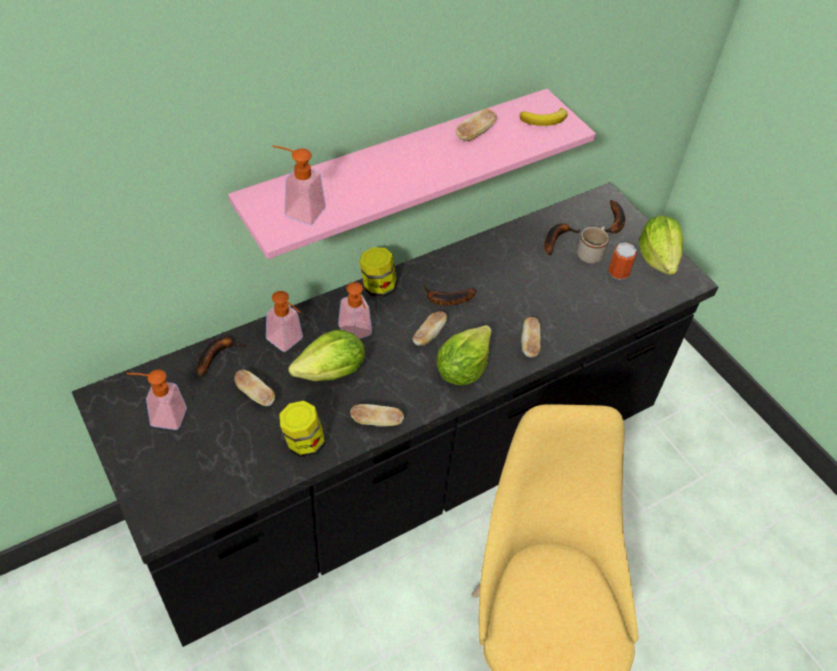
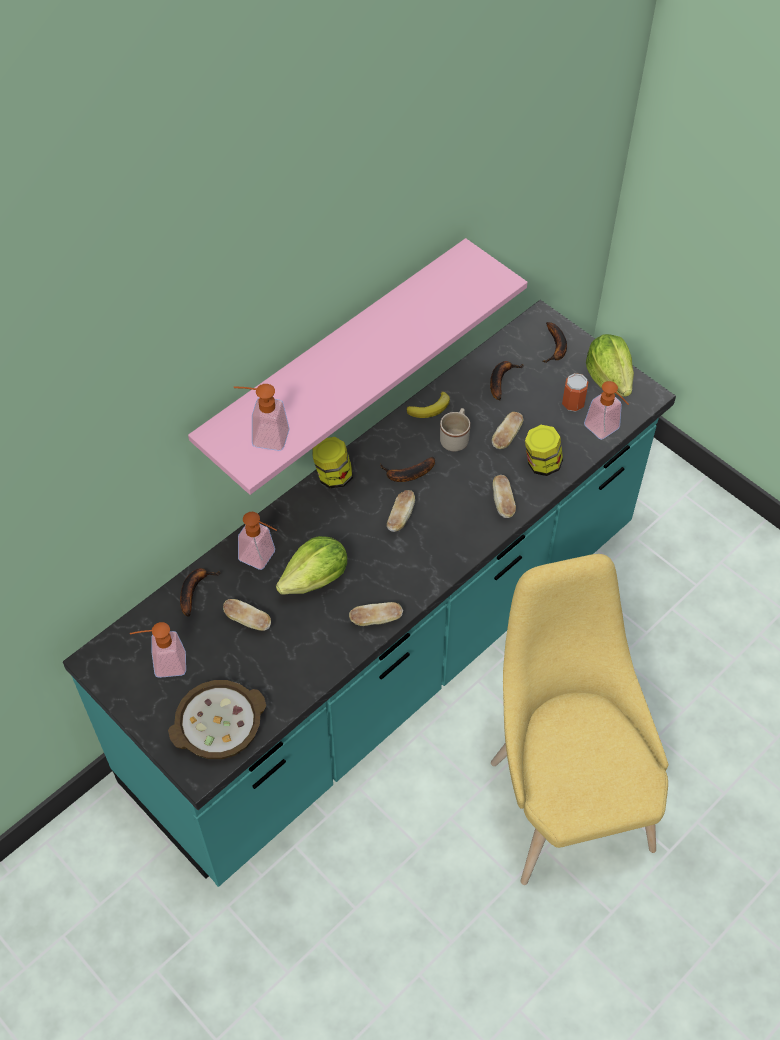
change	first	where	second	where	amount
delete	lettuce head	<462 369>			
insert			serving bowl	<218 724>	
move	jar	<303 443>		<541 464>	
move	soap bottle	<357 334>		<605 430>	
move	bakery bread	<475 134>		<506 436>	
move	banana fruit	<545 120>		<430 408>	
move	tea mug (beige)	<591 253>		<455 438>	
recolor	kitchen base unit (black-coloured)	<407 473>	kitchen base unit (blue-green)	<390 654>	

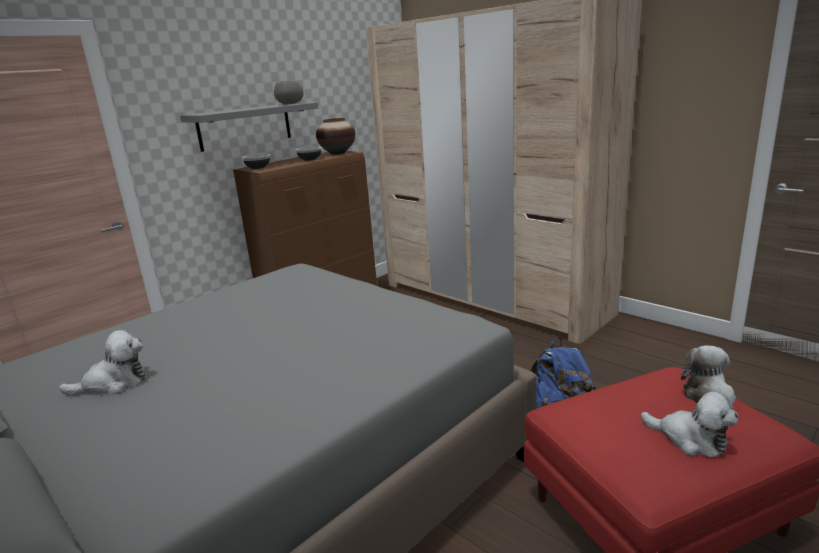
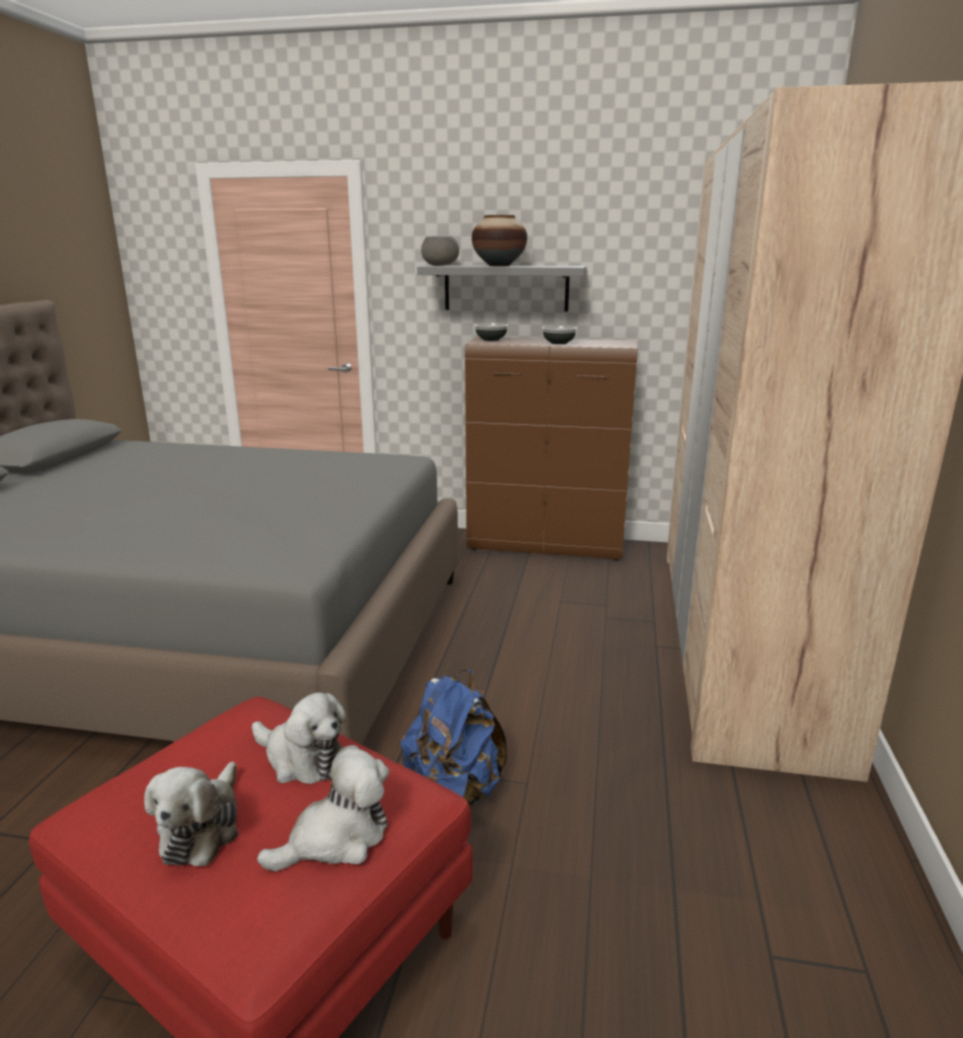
change	first	where	second	where	amount
move	plush toy	<114 383>		<302 758>	
move	serving bowl (greyish)	<289 104>		<439 265>	
move	flower vase	<338 153>		<499 266>	

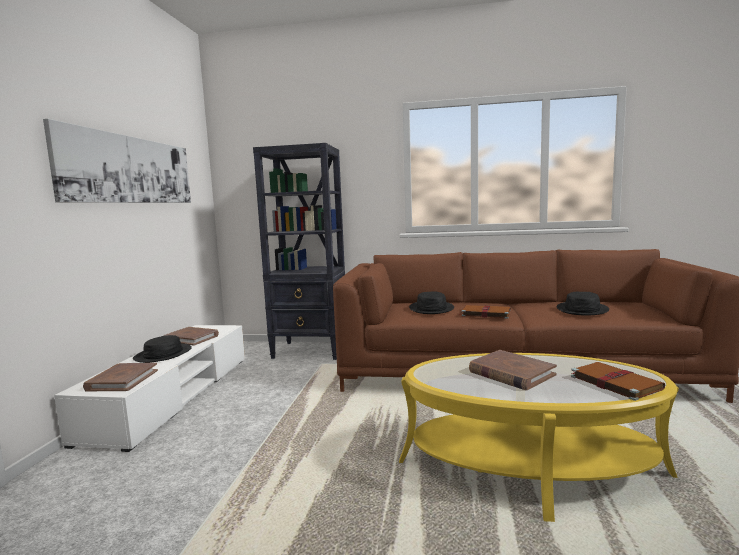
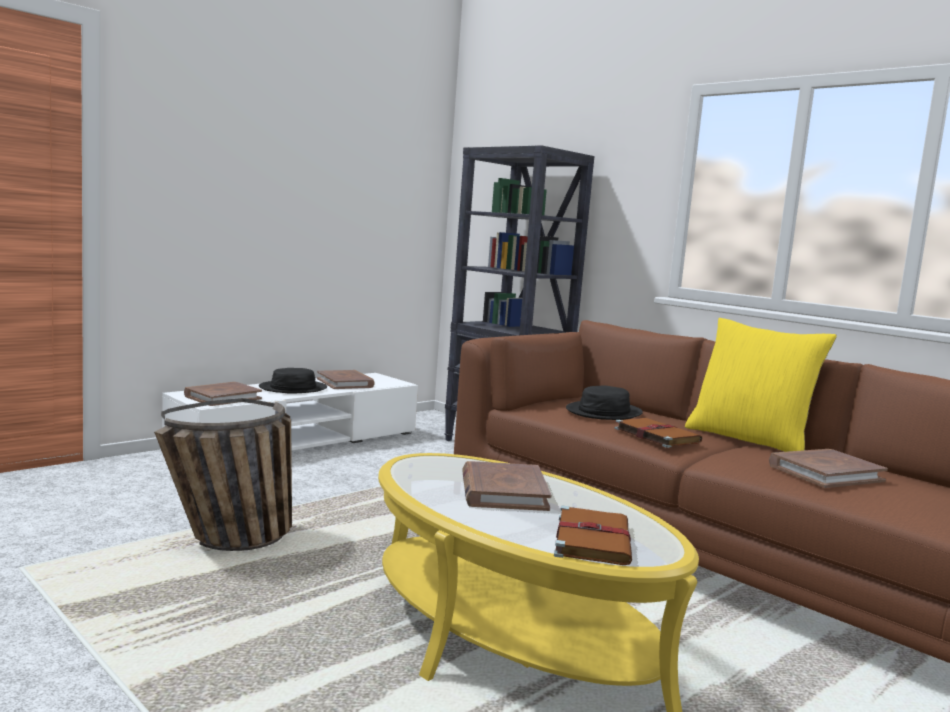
change	first	where	second	where	amount
delete	picture	<131 170>			
insert			storage basket	<230 543>	
insert			throw pillow (yellow)	<749 439>	
replace	clothing hat (black-coloured)	<582 309>	volume (brown)	<825 473>	

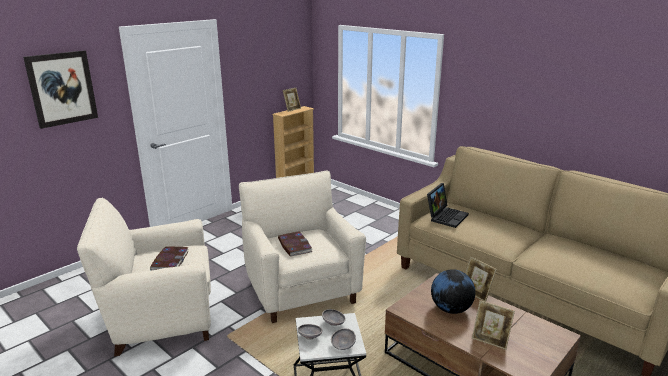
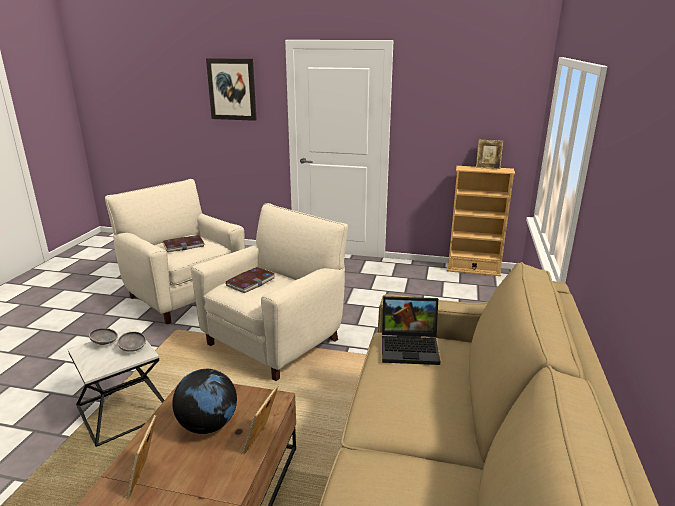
change	first	where	second	where	amount
delete	serving bowl (greyish)	<343 346>			

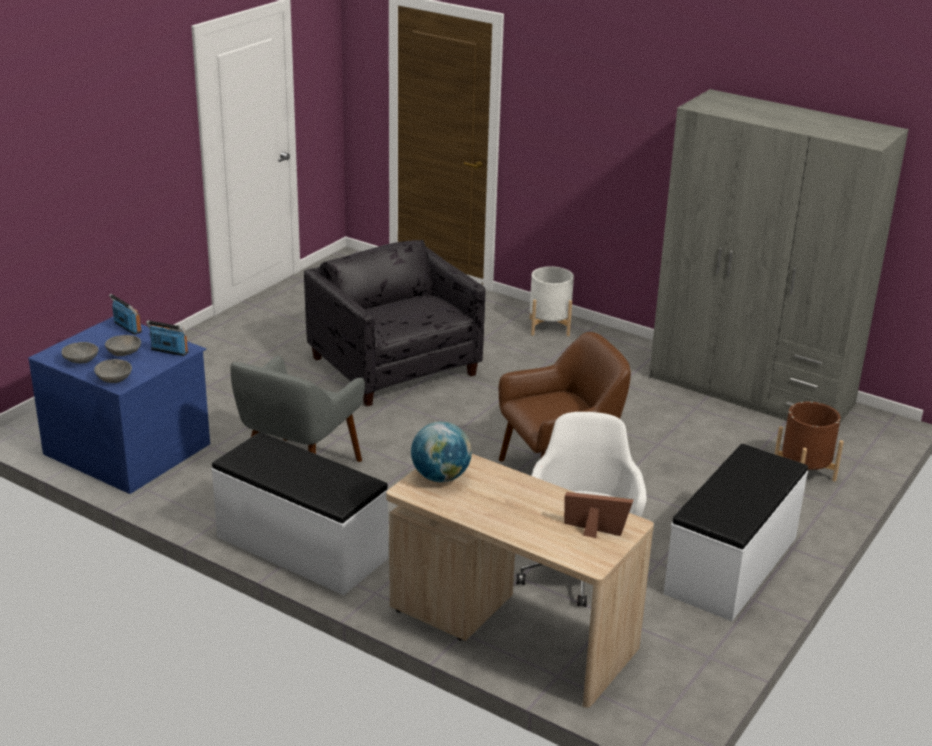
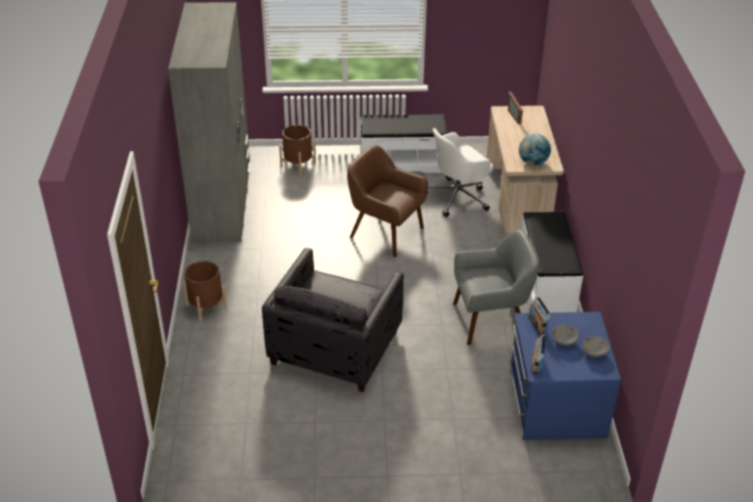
change	first	where	second	where	amount
delete	serving bowl (greyish)	<113 379>			
recolor	planter (white)	<549 327>	planter (brown)	<206 307>	

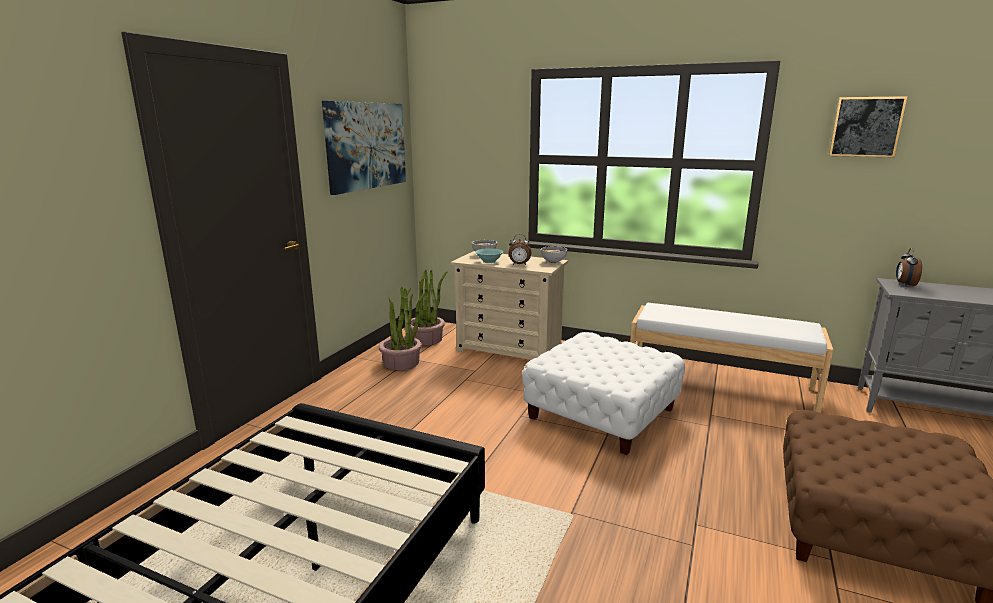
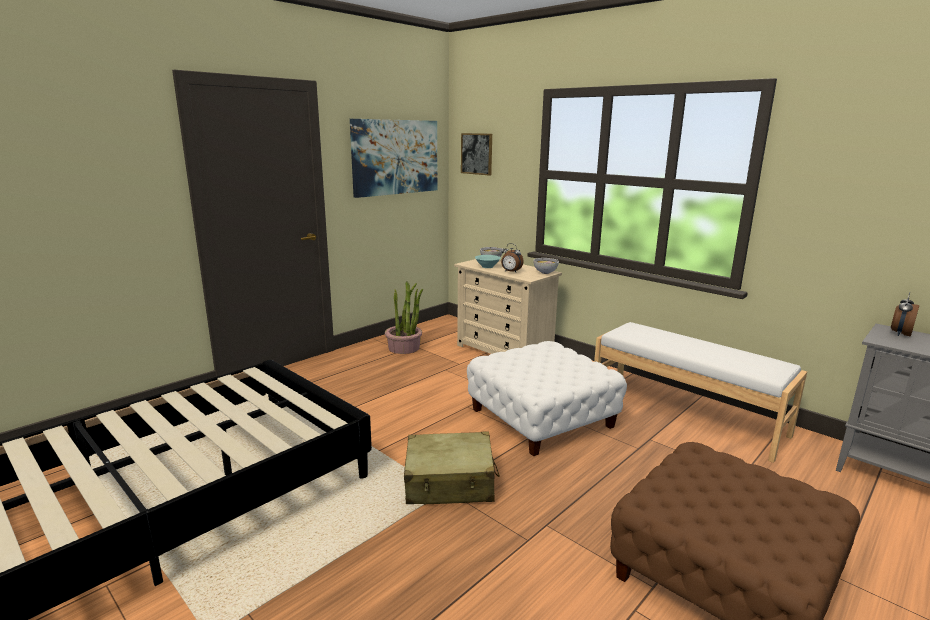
change	first	where	second	where	amount
delete	plant in a pot	<426 339>			
insert			piece of luggage (beige)	<450 482>	
move	picture	<866 127>		<477 154>	

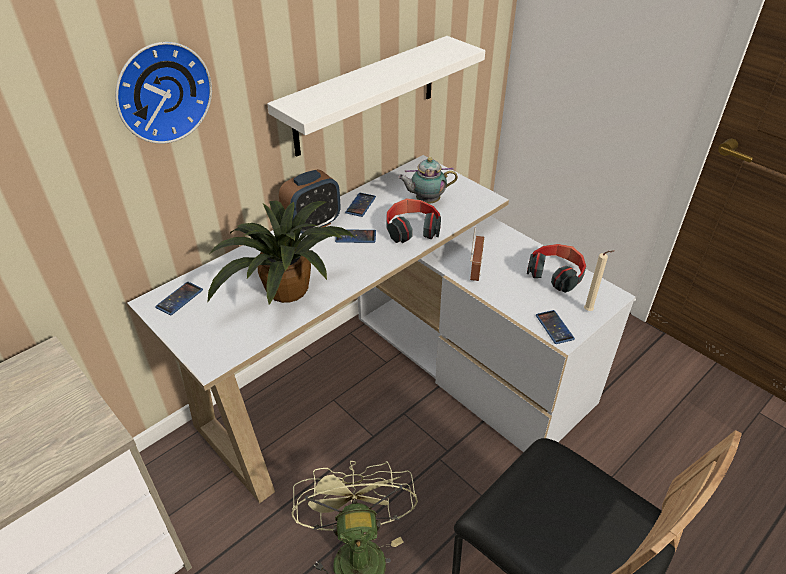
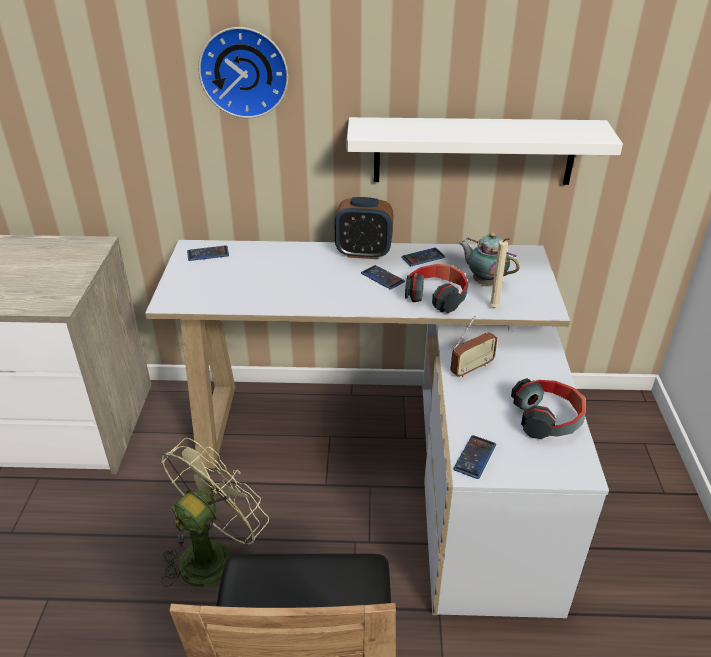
change	first	where	second	where	amount
delete	plant in a pot	<285 292>			
move	wax candle (beige)	<589 311>		<495 309>	

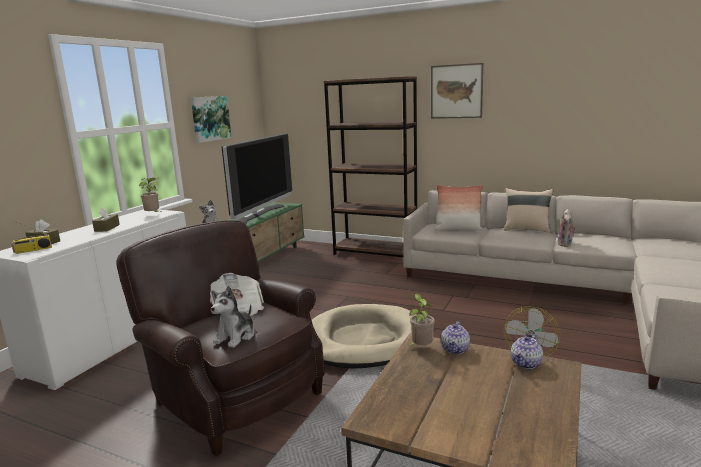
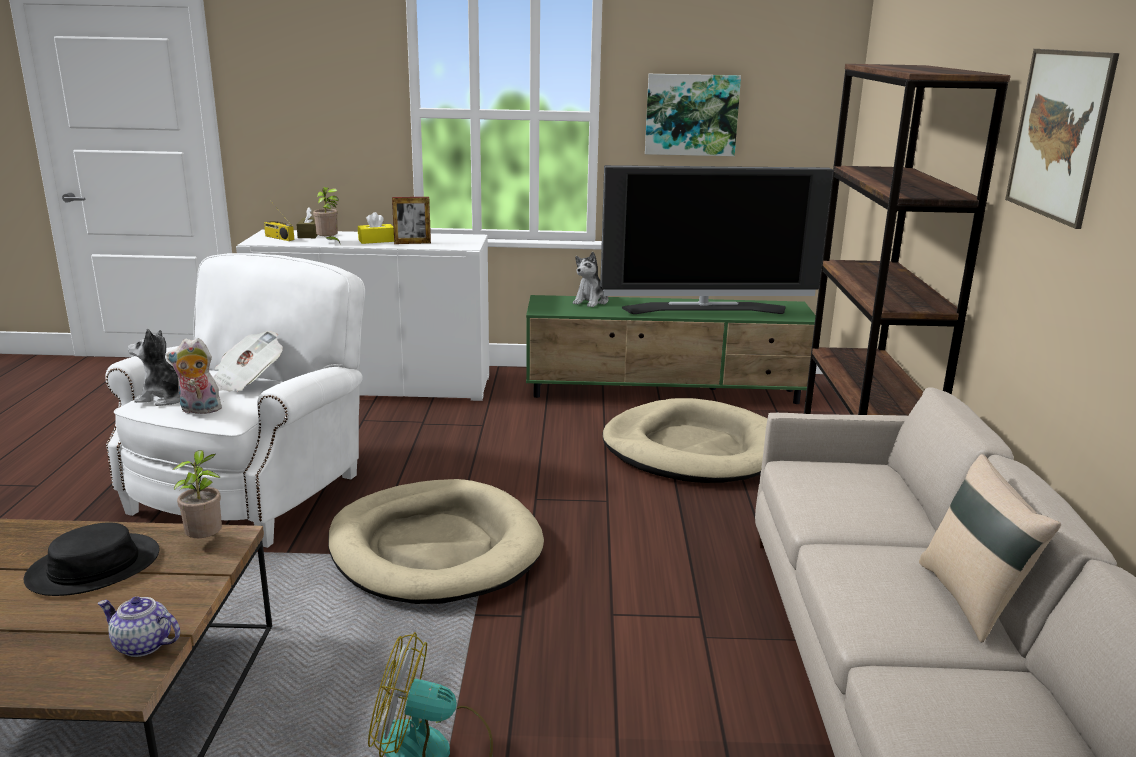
change	first	where	second	where	amount
delete	throw pillow	<458 229>			
delete	teapot	<455 349>			
insert			clothing hat (black-coloured)	<94 566>	
insert			standing frame	<412 243>	
insert			pet bed (beige)	<693 449>	
move	plant in a pot	<153 214>		<329 242>	
move	plush toy	<565 244>		<199 410>	
recolor	box of tissues (brown)	<107 228>	box of tissues (yellow)	<376 240>	
recolor	armchair (brown)	<233 395>	armchair (white)	<254 489>	

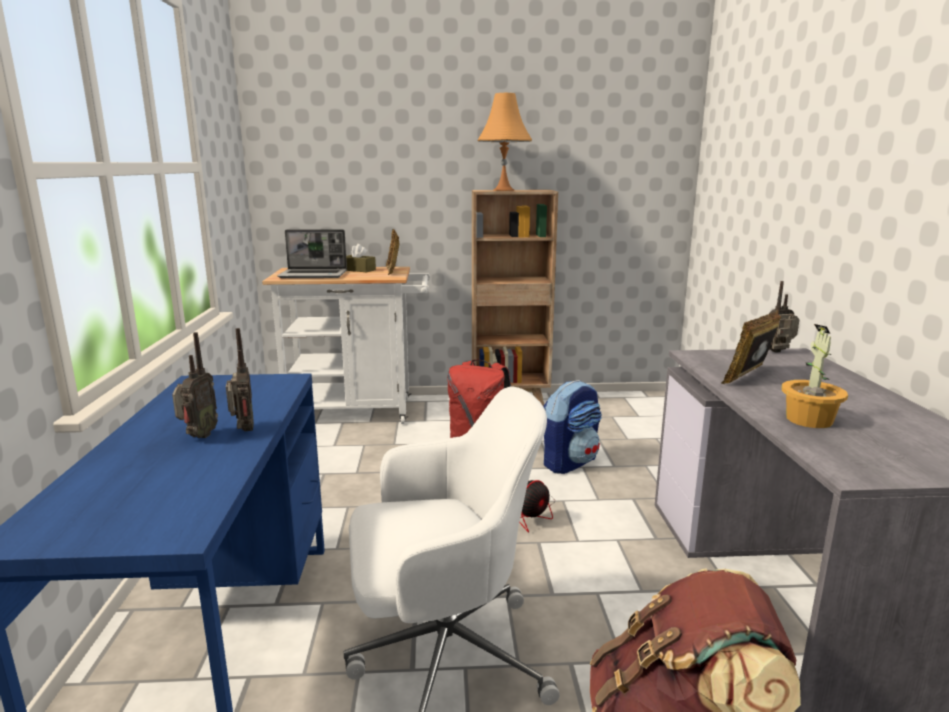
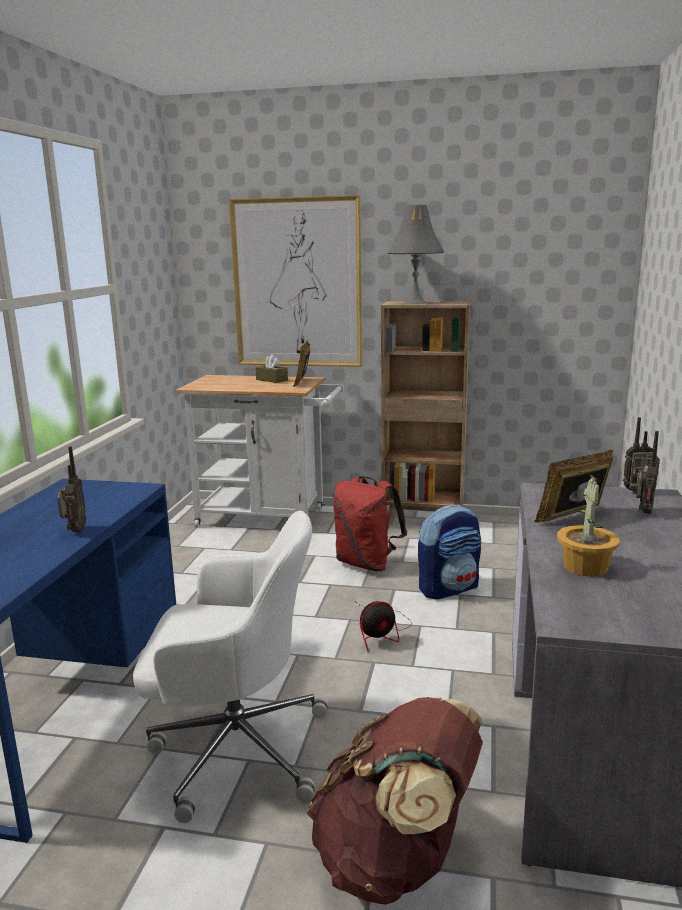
change	first	where	second	where	amount
delete	notebook computer	<314 275>			
insert			picture	<297 283>	
move	radio	<198 436>		<643 512>	
recolor	tabletop lamp (orange-coloured)	<503 190>	tabletop lamp (greyish)	<415 302>	

